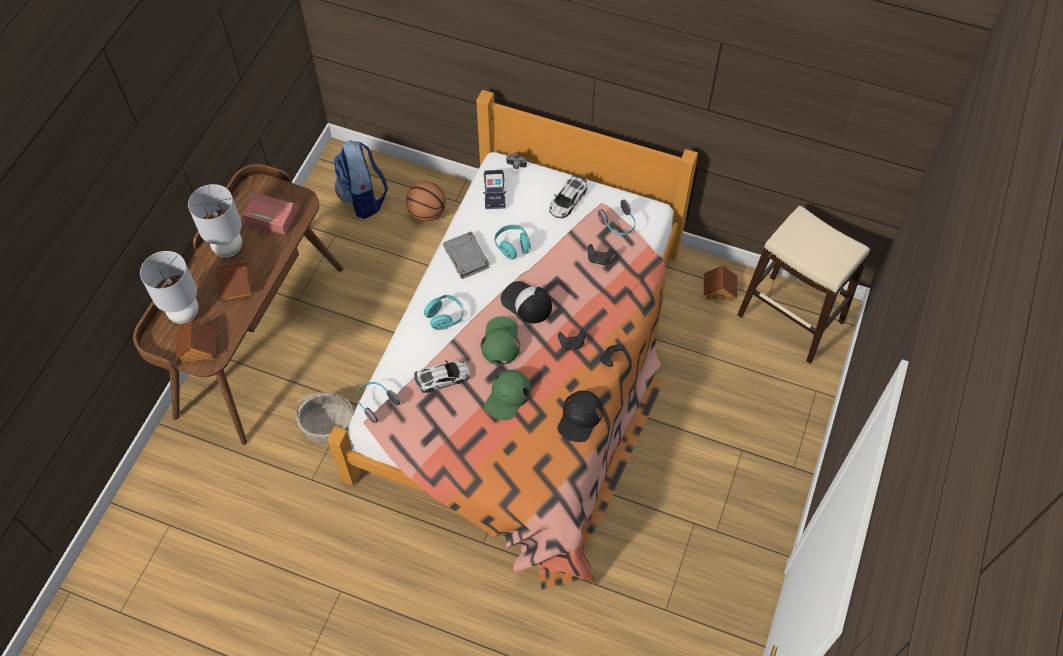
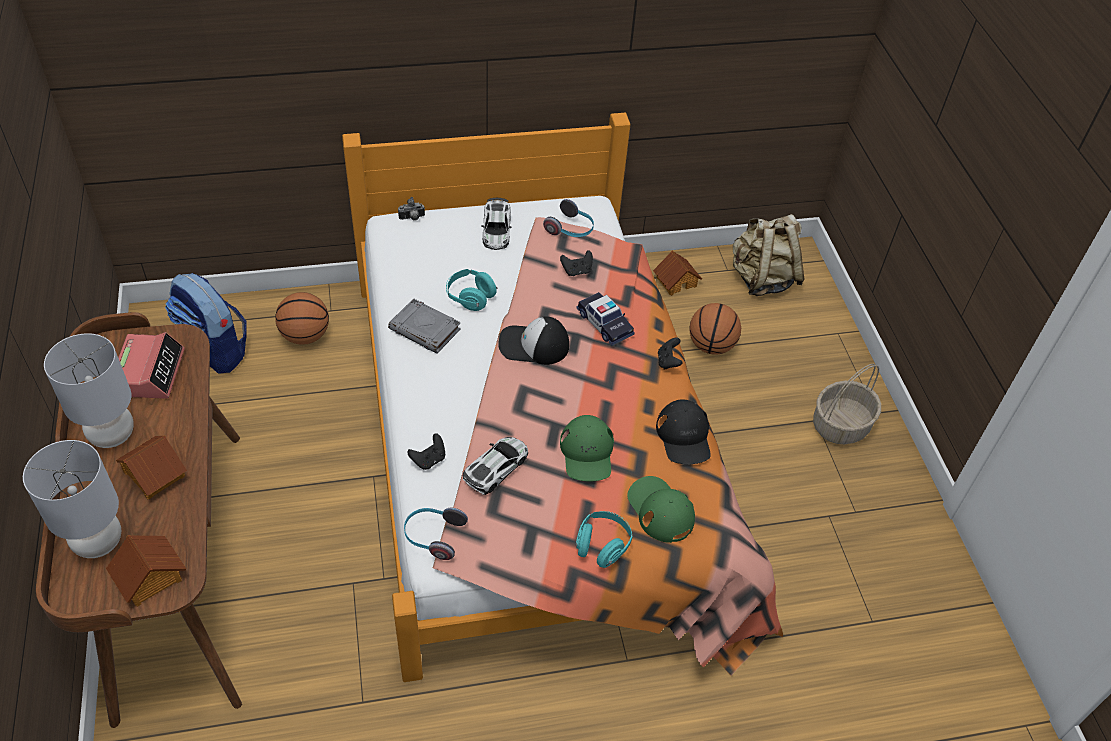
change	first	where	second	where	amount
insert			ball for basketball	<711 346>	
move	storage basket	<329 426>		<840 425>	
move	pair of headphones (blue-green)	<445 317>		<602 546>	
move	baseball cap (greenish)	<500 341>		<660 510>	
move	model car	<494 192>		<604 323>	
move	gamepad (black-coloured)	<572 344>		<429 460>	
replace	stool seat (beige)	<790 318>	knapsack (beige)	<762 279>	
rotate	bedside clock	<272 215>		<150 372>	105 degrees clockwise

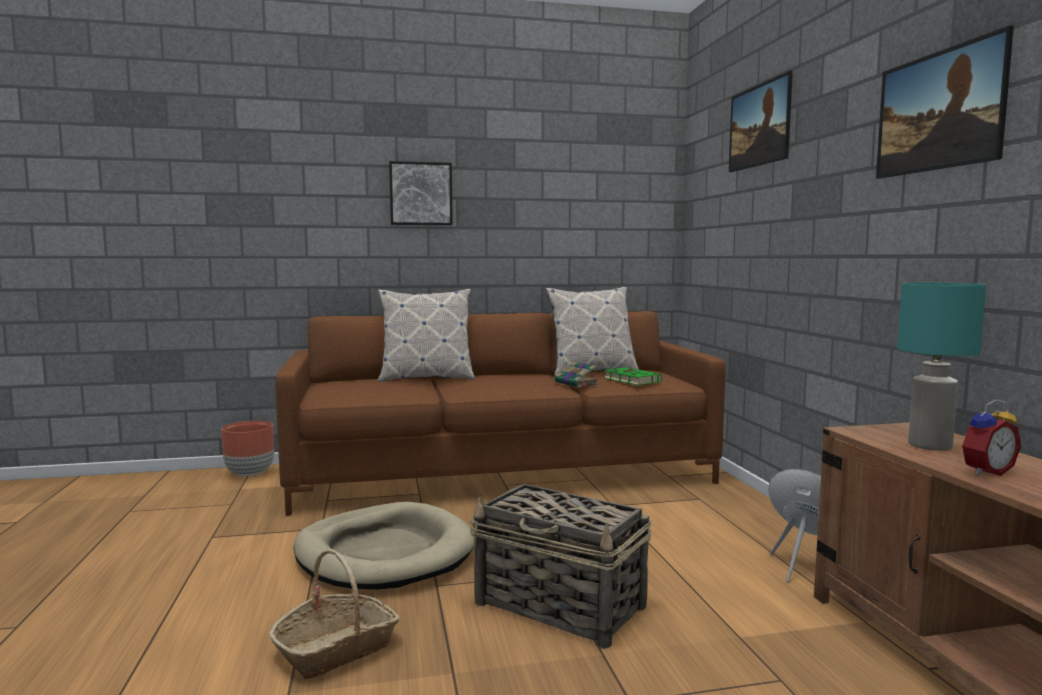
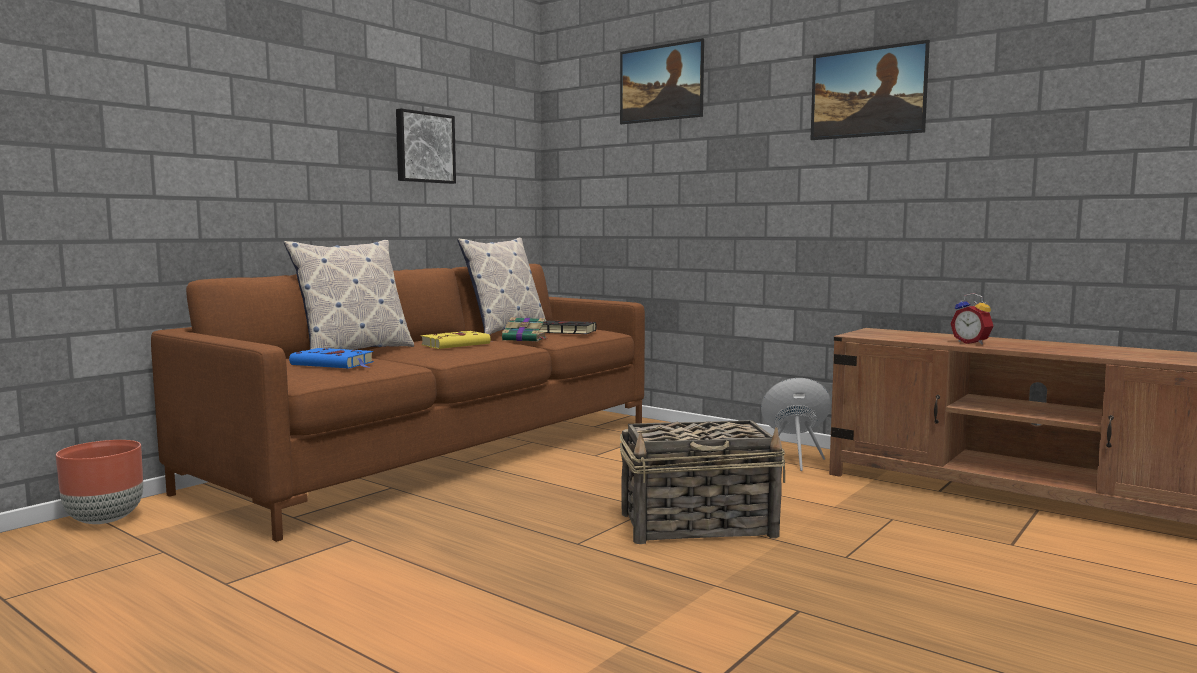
change	first	where	second	where	amount
delete	storage basket	<337 648>			
delete	pet bed (beige)	<384 553>			
delete	tabletop lamp (blue-green)	<930 446>			
insert			volume (blue)	<334 364>	
insert			volume (yellow)	<457 344>	
move	picture	<420 194>		<424 147>	
recolor	volume (greenish)	<630 380>	volume (black-coloured)	<565 331>	
rotate	bedside clock	<984 471>		<972 343>	120 degrees clockwise

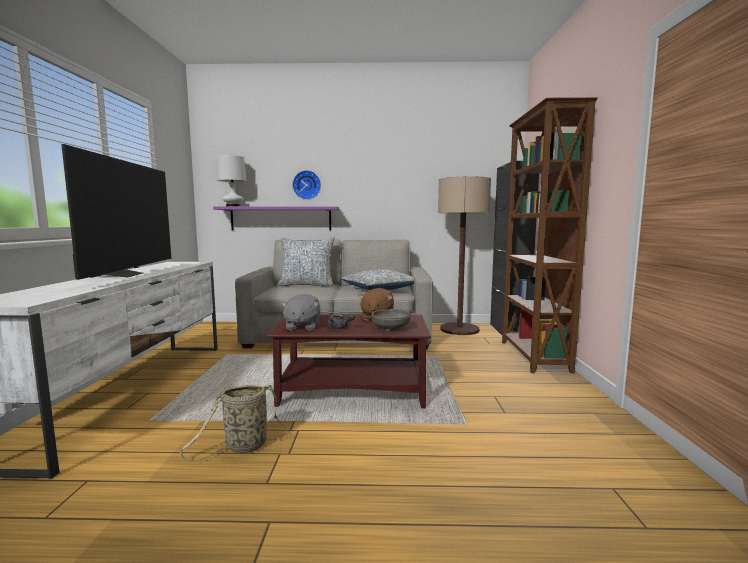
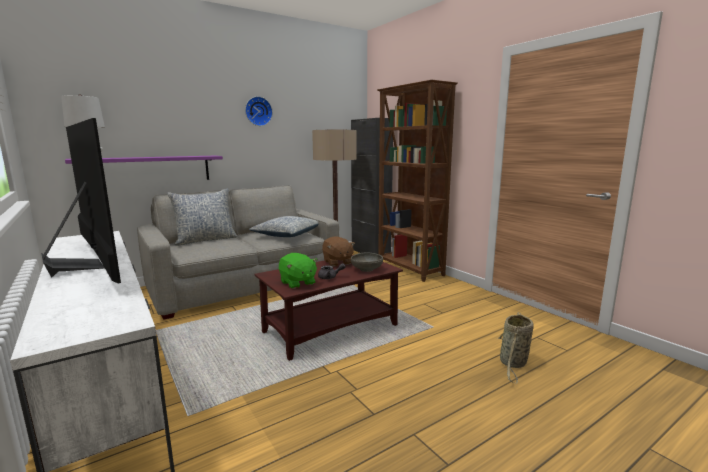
change	first	where	second	where	amount
move	storage basket	<243 447>		<513 364>	
move	clock on the wall	<307 185>		<258 111>	
recolor	plush toy (greyish)	<302 326>	plush toy (greenish)	<297 283>	

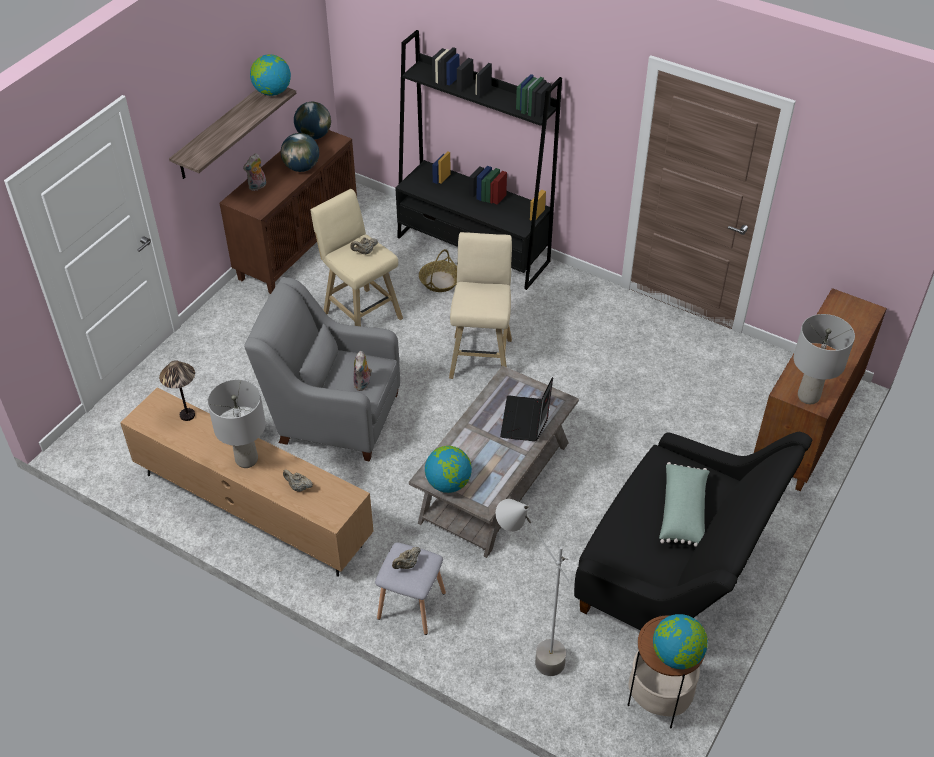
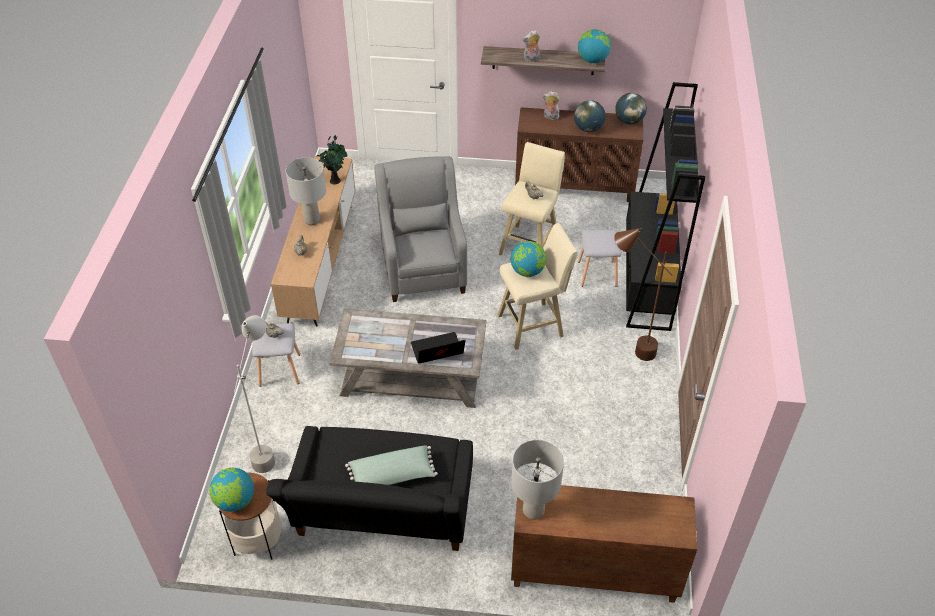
change	first	where	second	where	amount
insert			floor lamp (brown)	<627 349>	
move	plush toy	<363 384>		<531 59>	
move	globe	<448 483>		<527 271>	
replace	tabletop lamp	<187 415>	plant in a pot	<335 180>	
replace	storage basket	<440 281>	stool seat (greyish)	<596 274>	

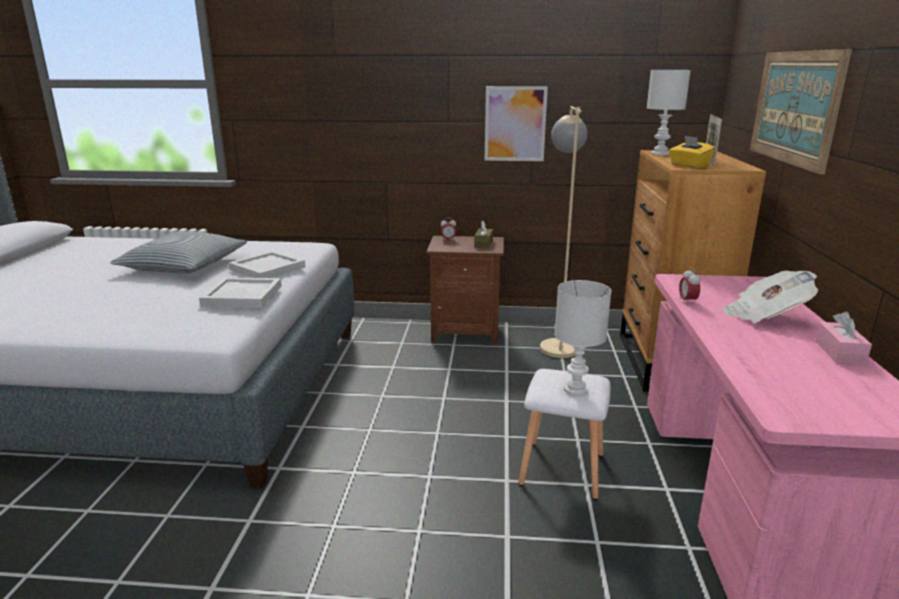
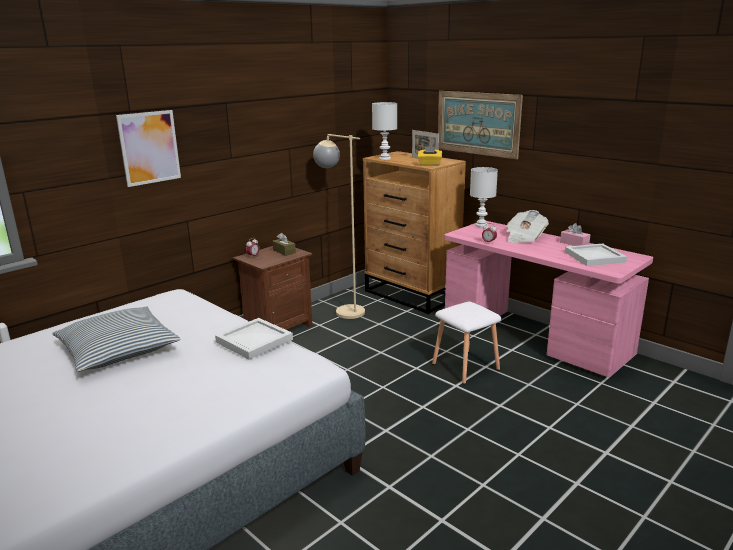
change	first	where	second	where	amount
move	carrying tray (white)	<266 268>		<594 257>	
move	picture	<515 124>		<149 147>	
move	tabletop lamp (white)	<575 389>		<480 225>	

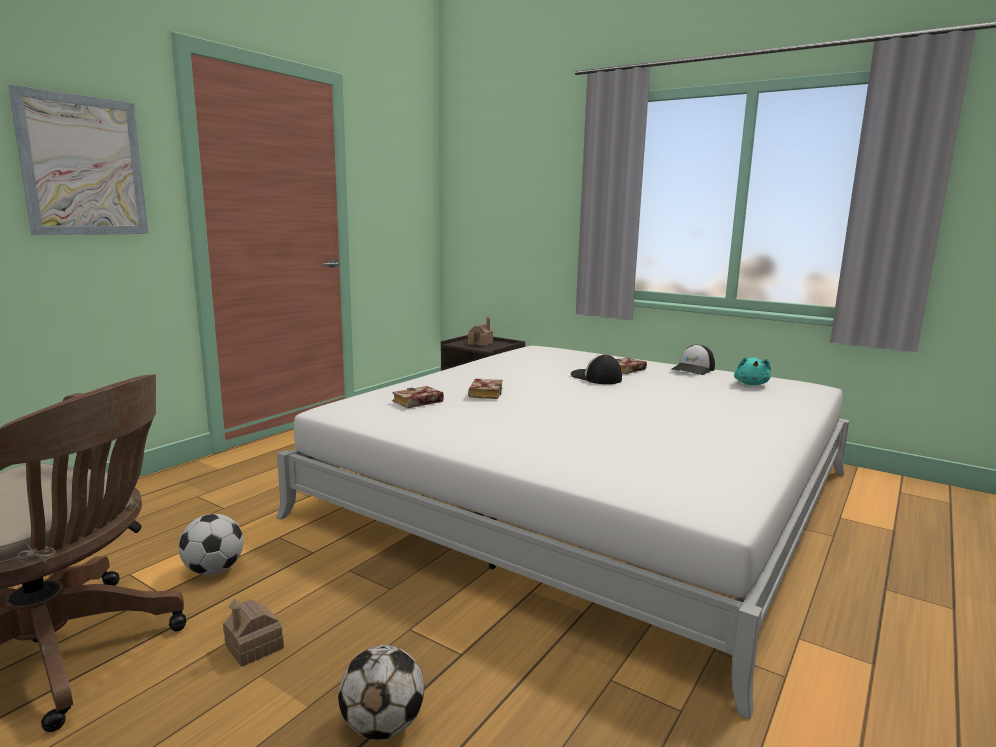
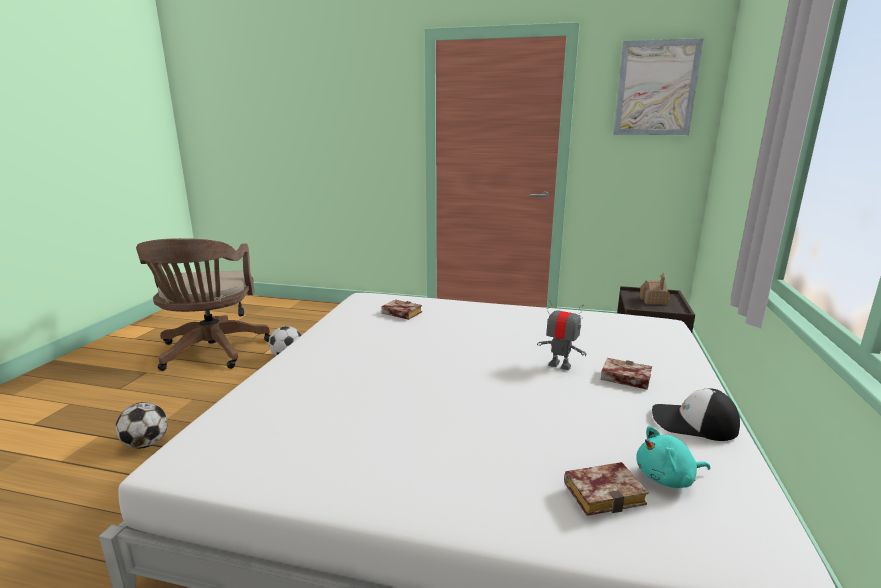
change	first	where	second	where	amount
delete	model house	<254 647>			
move	picture	<83 166>		<656 88>	
move	volume	<484 393>		<605 492>	
replace	baseball cap	<596 378>	model robot	<560 365>	

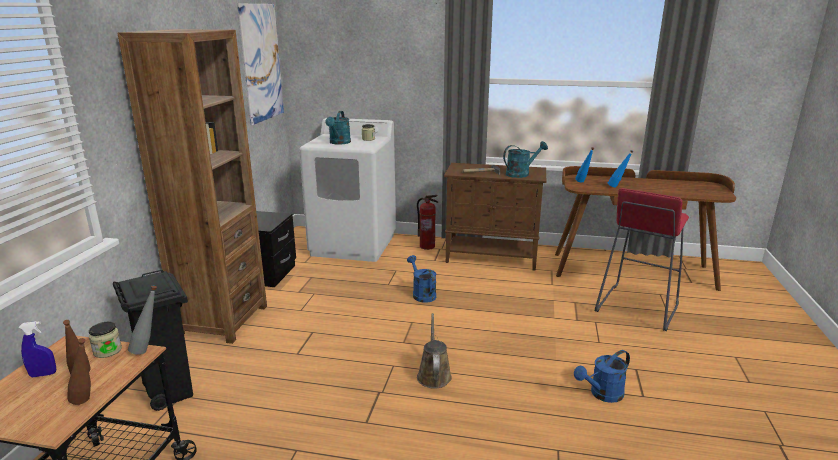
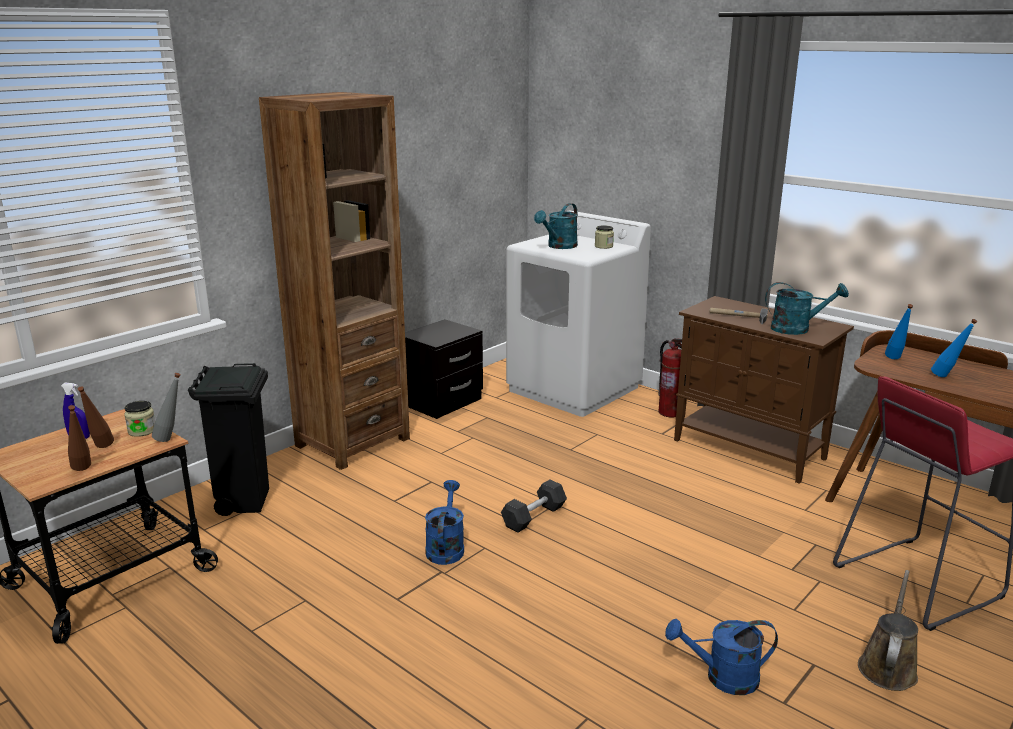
change	first	where	second	where	amount
delete	picture	<261 63>			
insert			hand weight (greyish)	<534 516>	
move	watering pot (blue)	<422 294>		<445 547>	
move	watering pot (brown)	<433 375>		<887 667>	

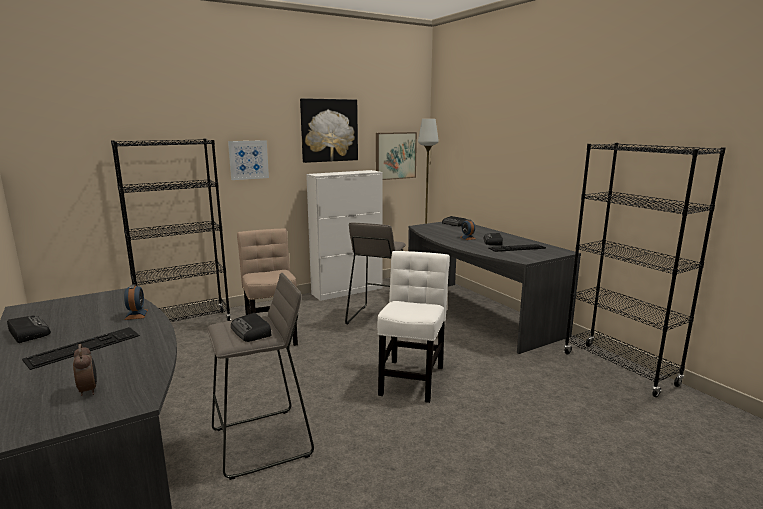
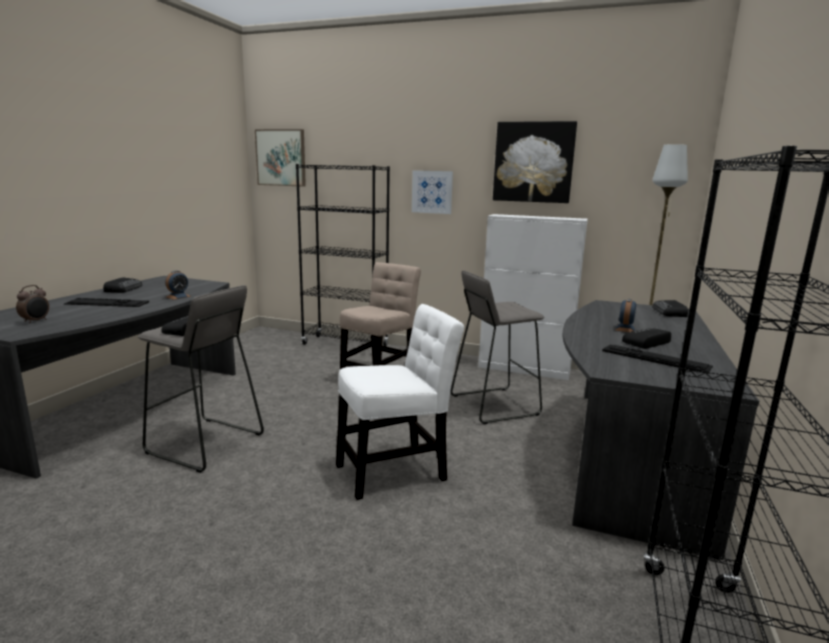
change	first	where	second	where	amount
move	picture	<395 155>		<281 158>	

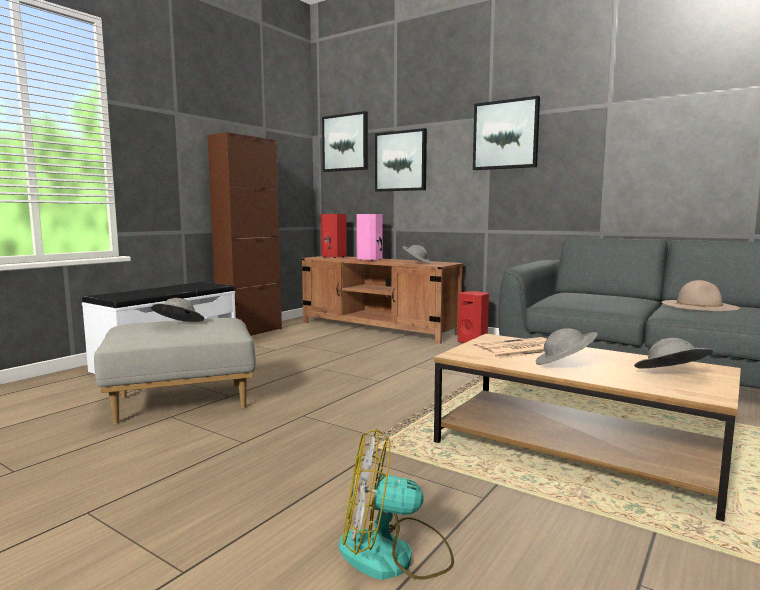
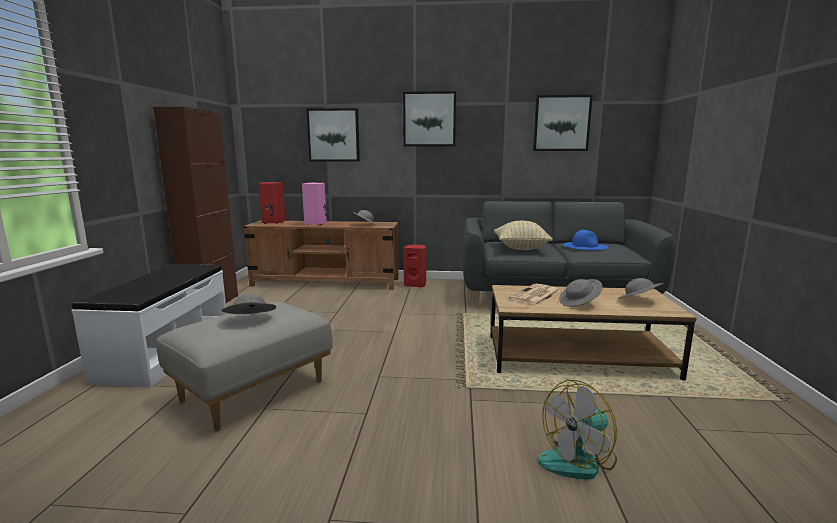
change	first	where	second	where	amount
insert			throw pillow (beige)	<521 248>	
move	picture	<345 142>		<561 123>	
recolor	clothing hat (beige)	<699 305>	clothing hat (blue)	<584 246>	

